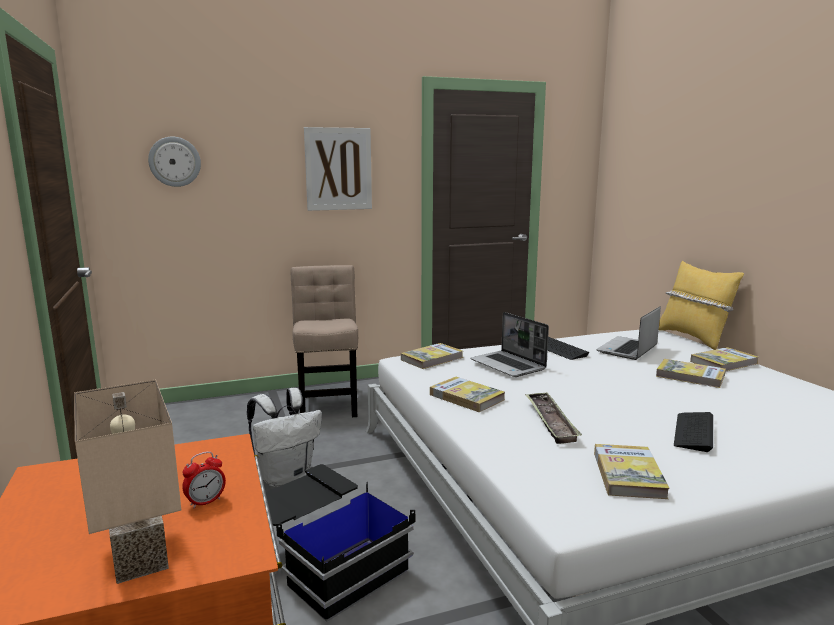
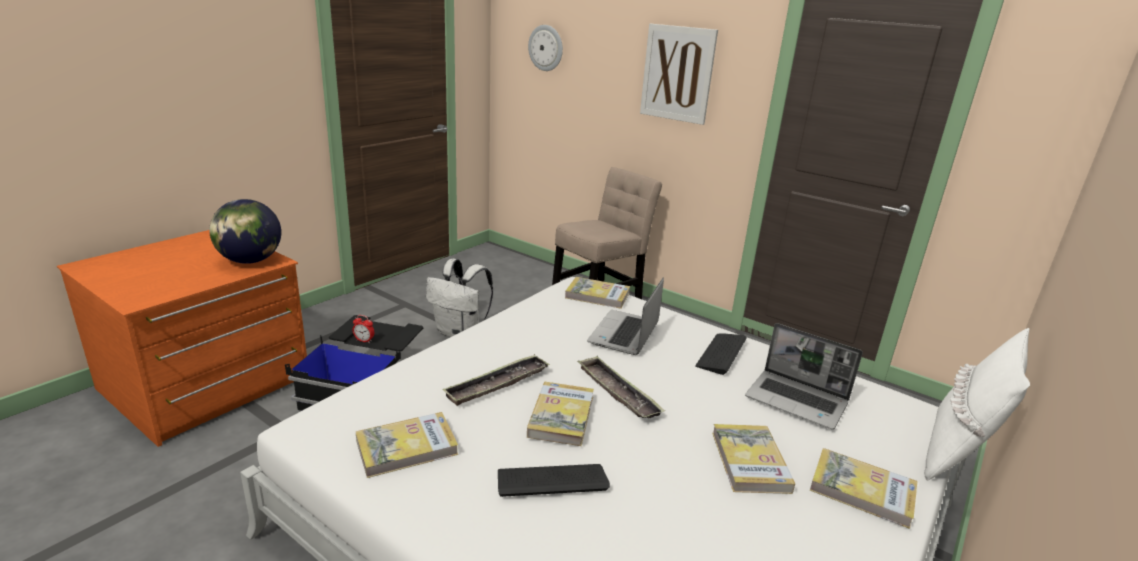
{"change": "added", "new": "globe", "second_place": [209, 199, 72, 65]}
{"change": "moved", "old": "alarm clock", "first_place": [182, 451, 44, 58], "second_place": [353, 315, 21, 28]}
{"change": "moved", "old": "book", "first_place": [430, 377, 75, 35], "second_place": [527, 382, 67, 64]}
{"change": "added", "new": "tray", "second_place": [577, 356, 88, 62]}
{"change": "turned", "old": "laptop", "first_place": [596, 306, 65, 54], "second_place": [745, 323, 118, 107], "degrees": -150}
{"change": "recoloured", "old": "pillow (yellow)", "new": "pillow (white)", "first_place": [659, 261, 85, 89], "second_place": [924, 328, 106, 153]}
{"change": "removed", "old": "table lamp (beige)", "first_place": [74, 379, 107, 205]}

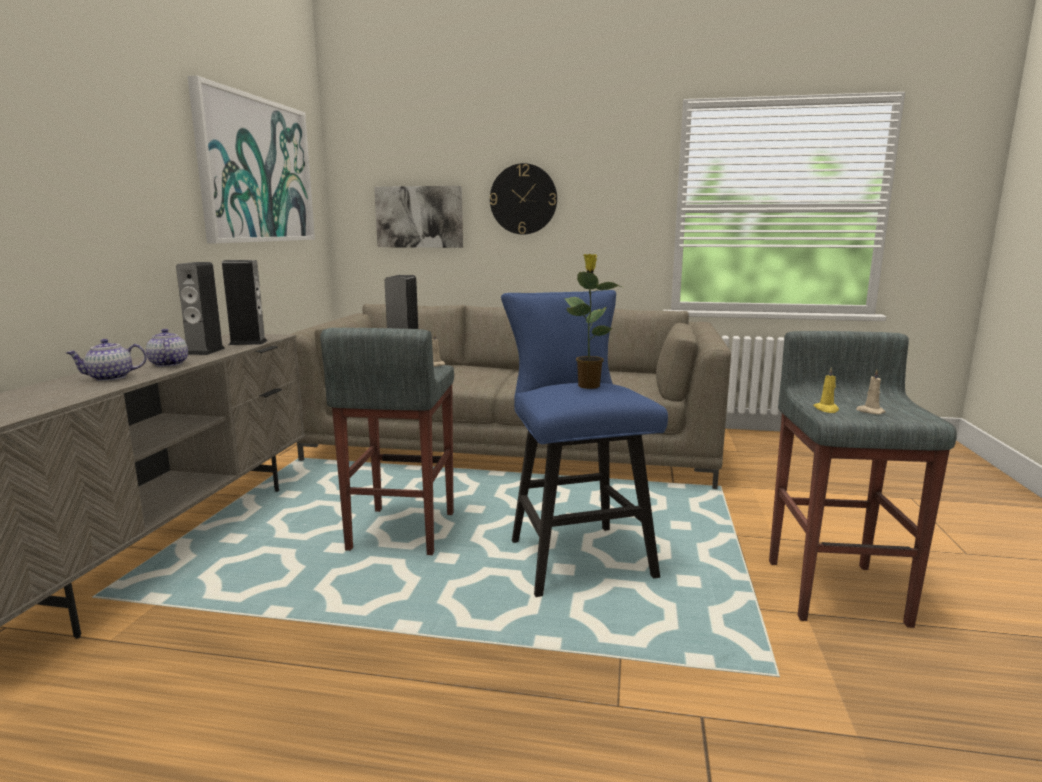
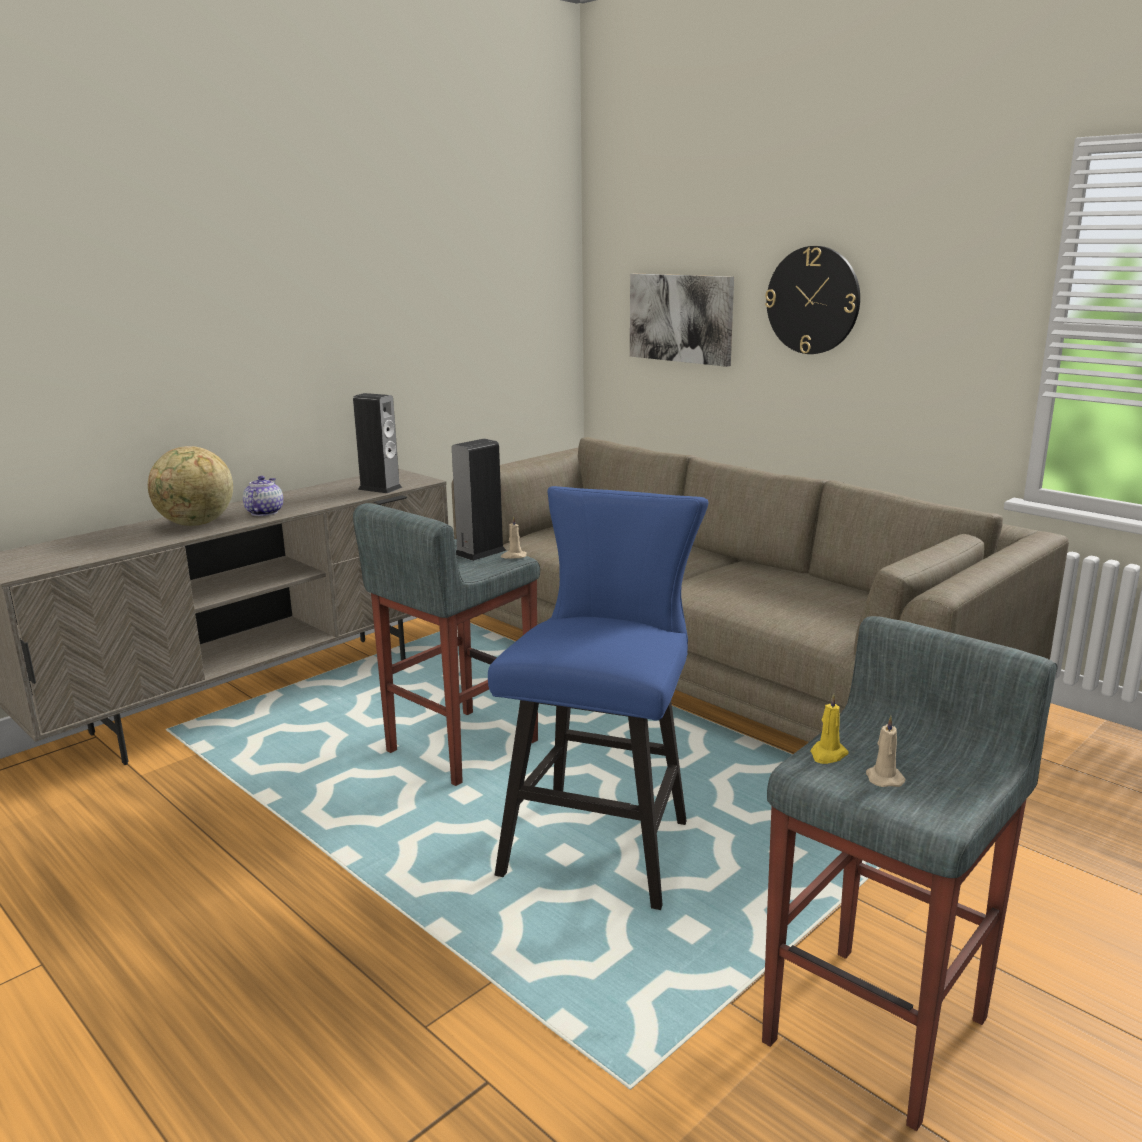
{"change": "replaced", "old": "teapot", "new": "globe", "first_place": [66, 339, 81, 42], "second_place": [148, 446, 85, 80]}
{"change": "removed", "old": "speaker", "first_place": [176, 262, 49, 93]}
{"change": "removed", "old": "picture", "first_place": [187, 76, 128, 167]}
{"change": "removed", "old": "potted plant", "first_place": [564, 254, 58, 135]}

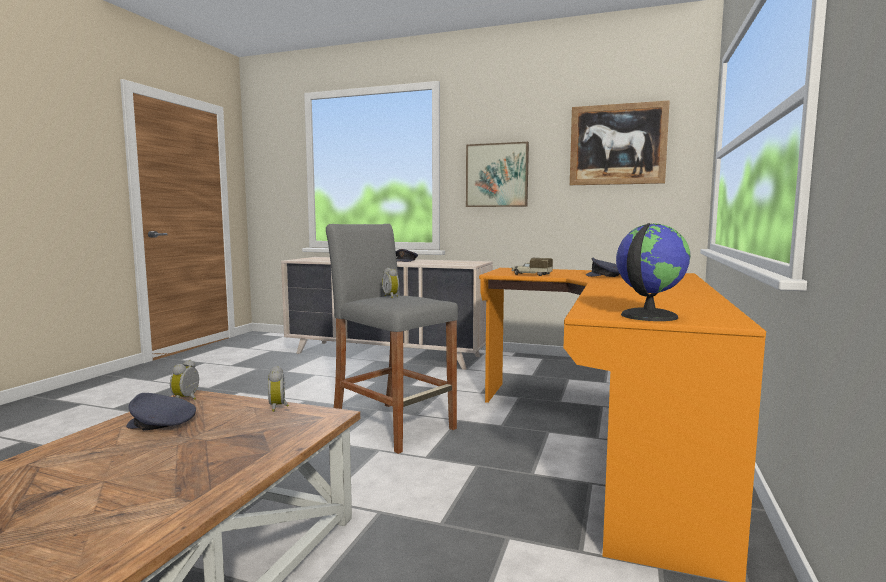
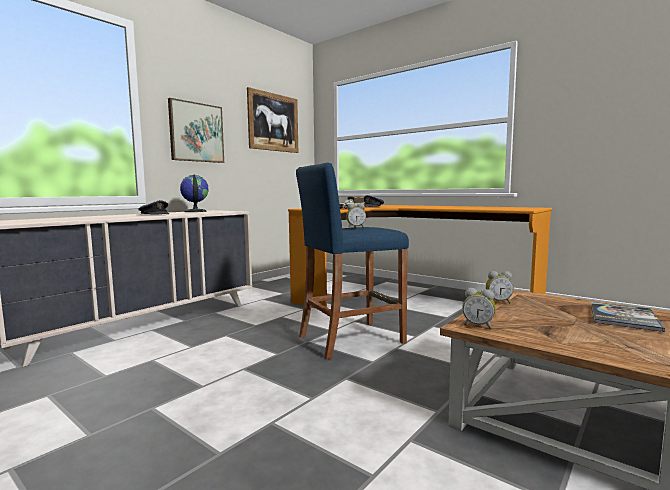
{"change": "moved", "old": "globe", "first_place": [616, 223, 75, 98], "second_place": [180, 175, 28, 37]}
{"change": "recoloured", "old": "stool (grey)", "new": "stool (blue)", "first_place": [326, 224, 132, 230], "second_place": [296, 162, 113, 197]}
{"change": "added", "new": "book", "second_place": [591, 302, 74, 30]}
{"change": "removed", "old": "cap (grey)", "first_place": [126, 393, 70, 37]}

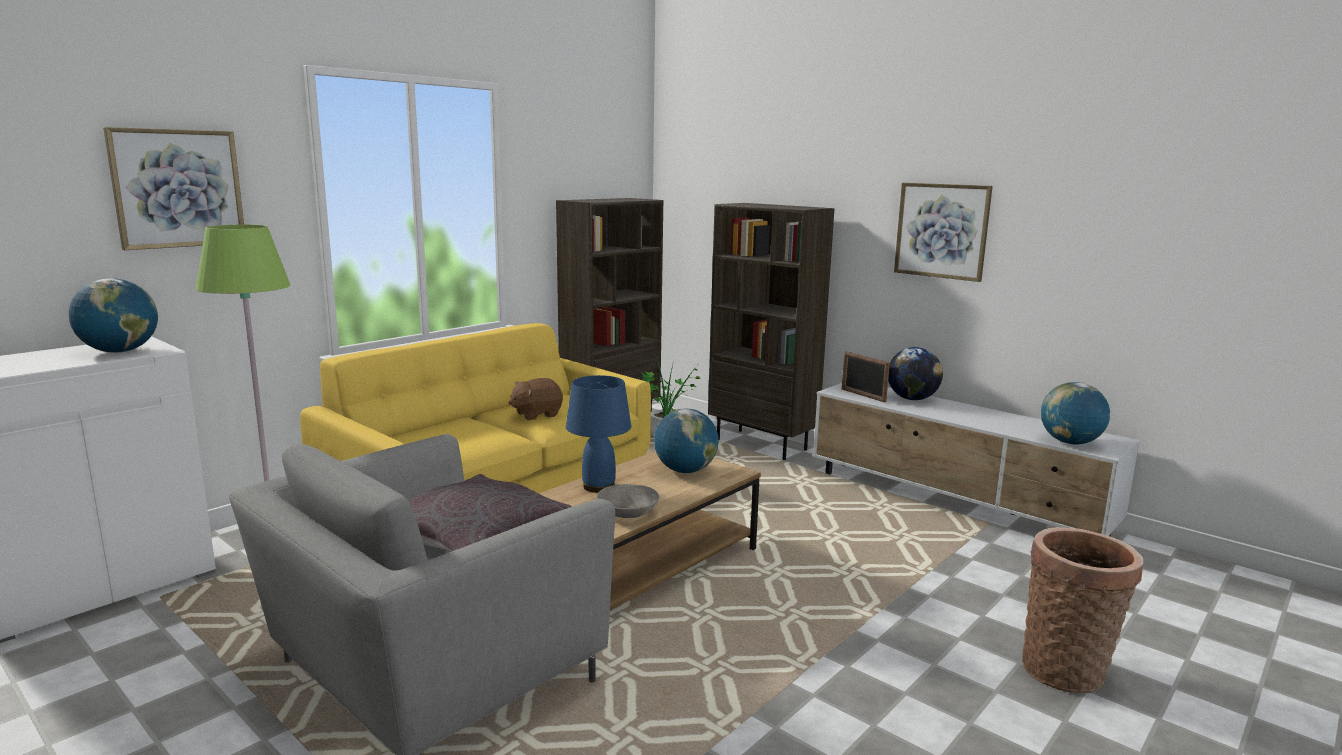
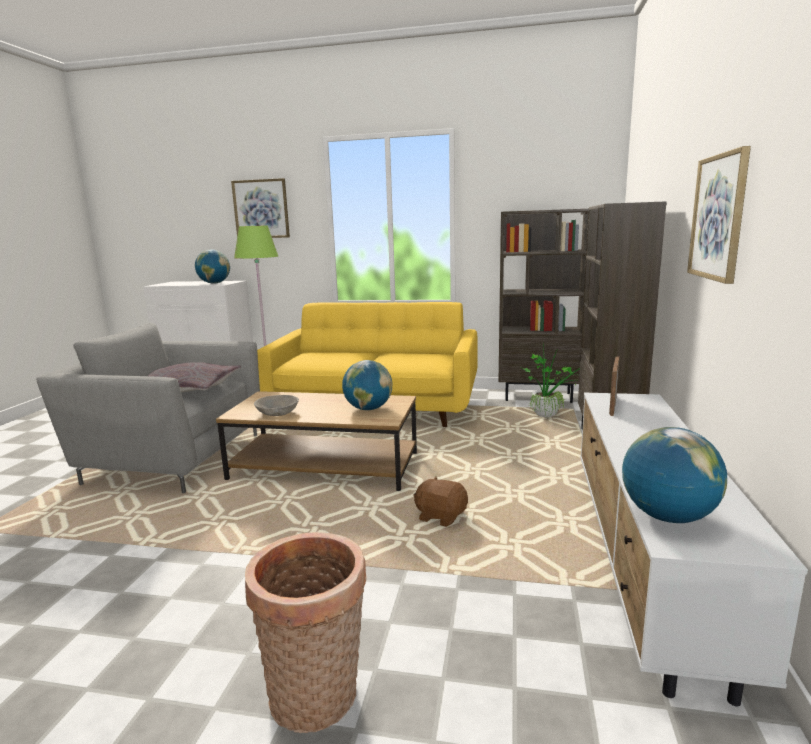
{"change": "moved", "old": "plush toy (brown)", "first_place": [509, 378, 54, 42], "second_place": [414, 476, 54, 51]}
{"change": "removed", "old": "table lamp (blue)", "first_place": [566, 375, 65, 118]}
{"change": "removed", "old": "globe", "first_place": [888, 347, 55, 53]}

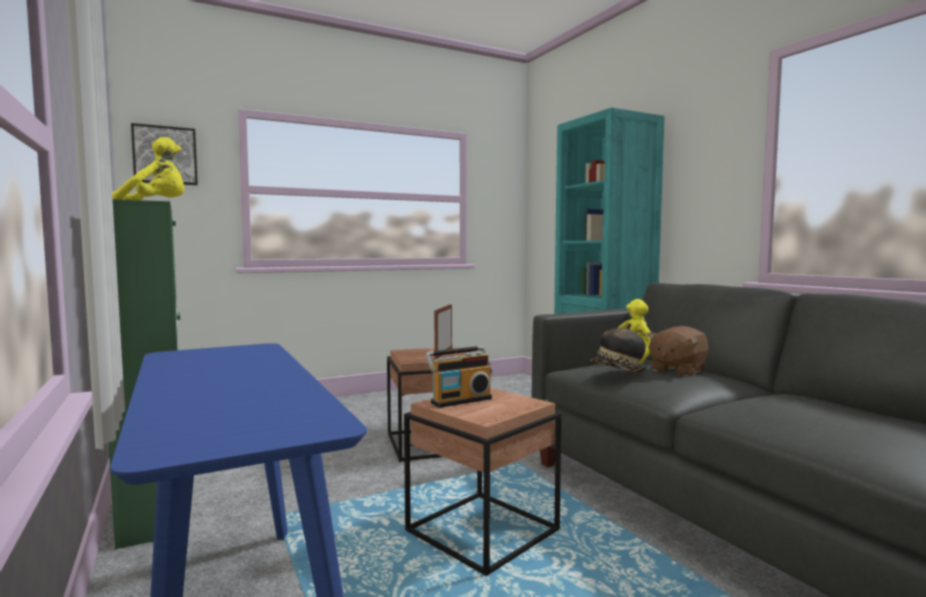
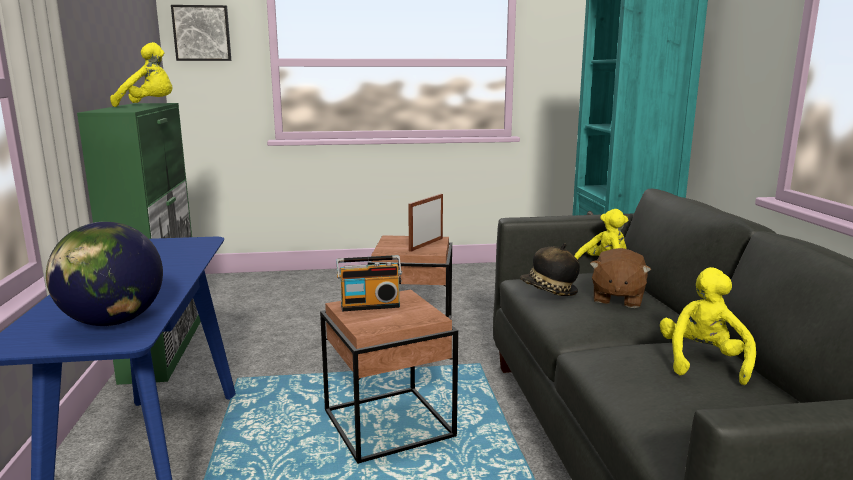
{"change": "added", "new": "globe", "second_place": [46, 222, 117, 104]}
{"change": "turned", "old": "plush toy (brown)", "first_place": [647, 326, 62, 50], "second_place": [590, 248, 61, 60], "degrees": -45}
{"change": "added", "new": "plush toy (yellow)", "second_place": [660, 267, 96, 118]}

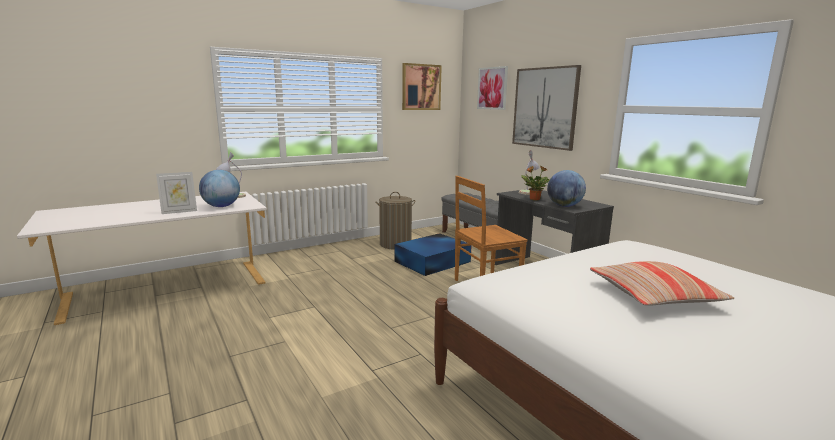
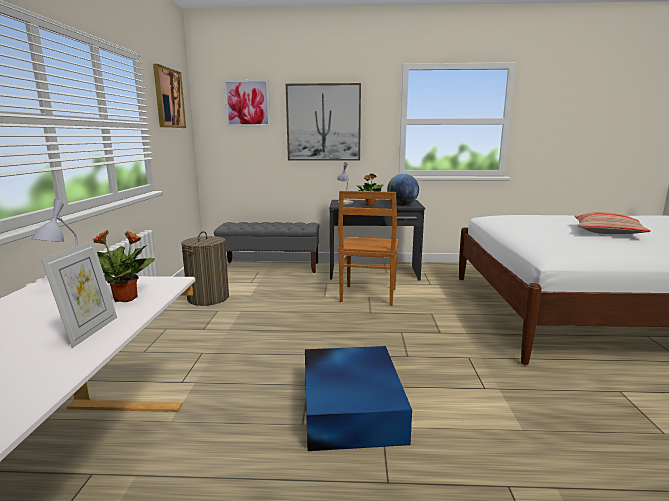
{"change": "replaced", "old": "globe", "new": "potted plant", "first_place": [199, 170, 41, 37], "second_place": [92, 230, 63, 72]}
{"change": "moved", "old": "storage box (blue)", "first_place": [395, 233, 77, 43], "second_place": [305, 346, 107, 105]}

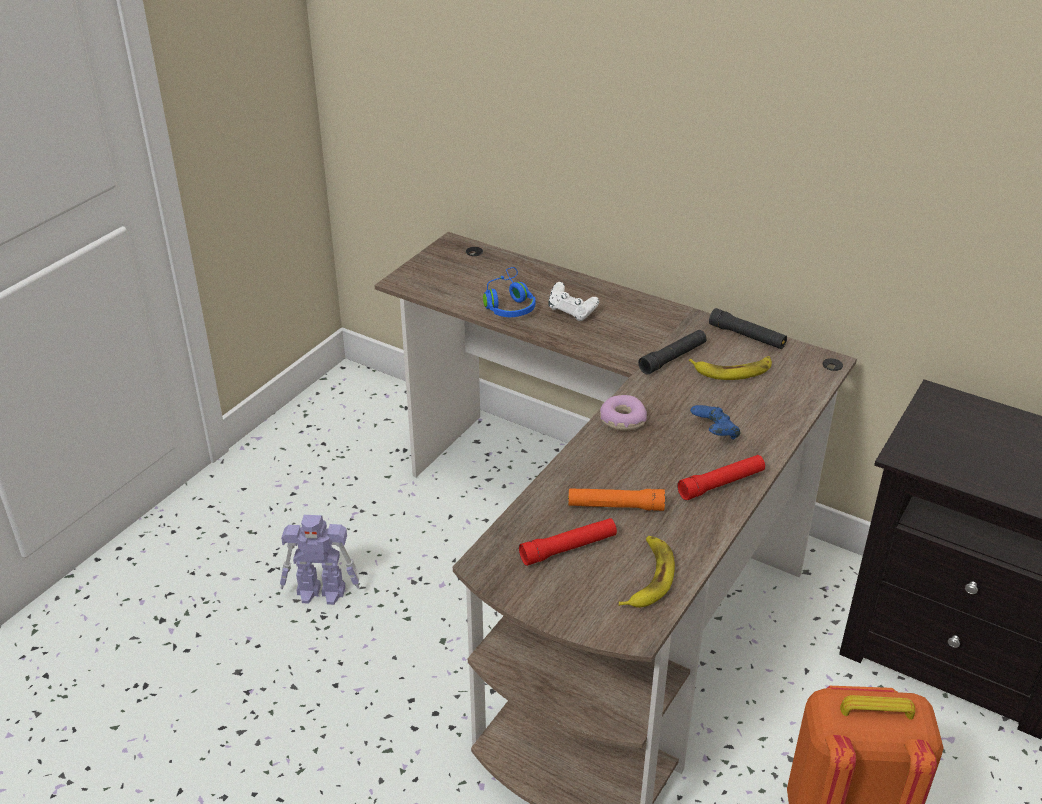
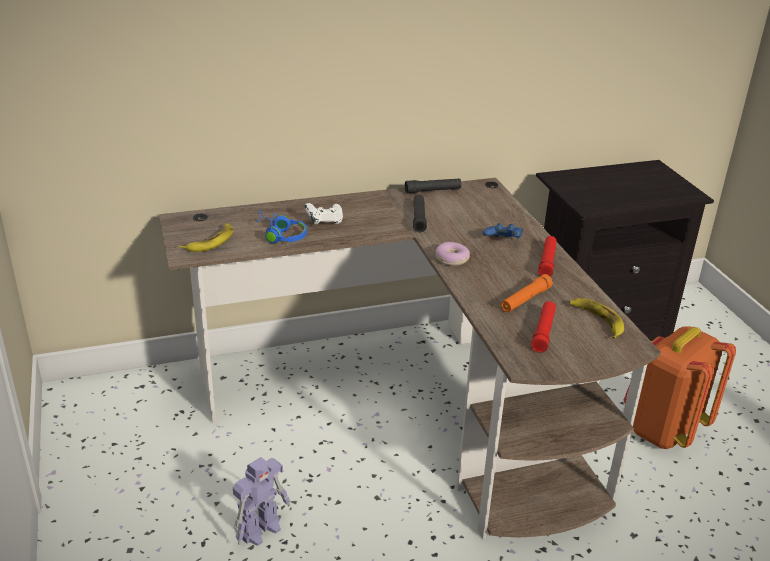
{"change": "moved", "old": "banana", "first_place": [689, 356, 83, 24], "second_place": [179, 223, 55, 29]}

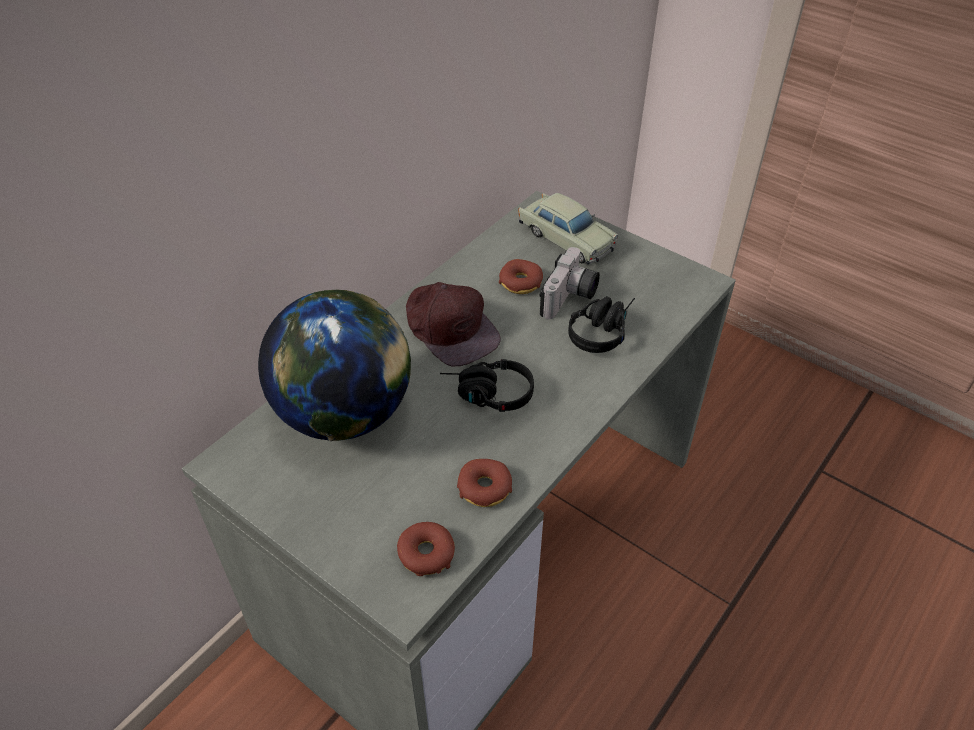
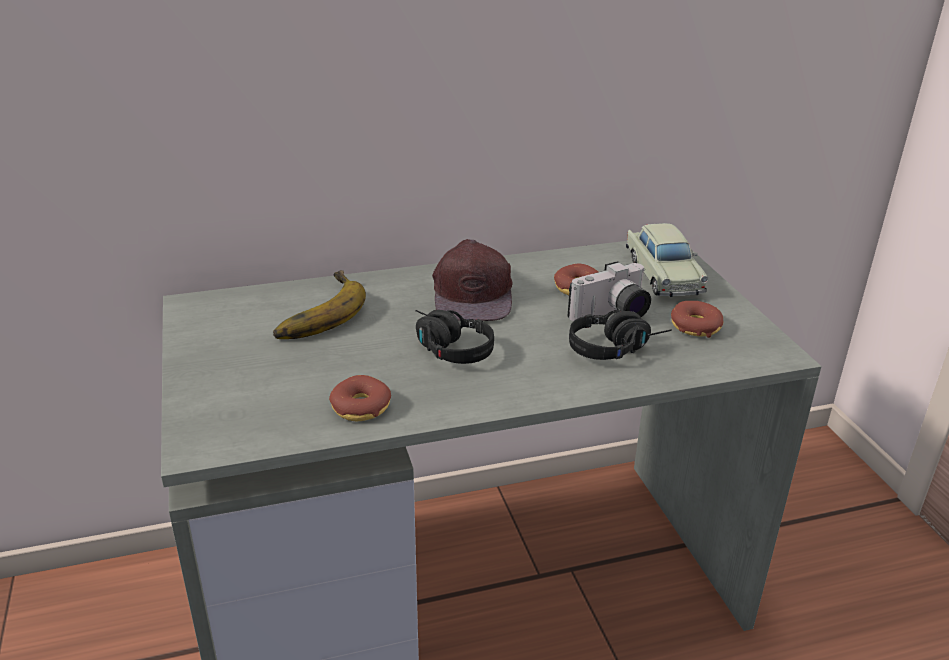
{"change": "replaced", "old": "globe", "new": "banana", "first_place": [258, 290, 153, 151], "second_place": [273, 270, 93, 69]}
{"change": "moved", "old": "donut", "first_place": [397, 522, 58, 54], "second_place": [671, 301, 52, 37]}

